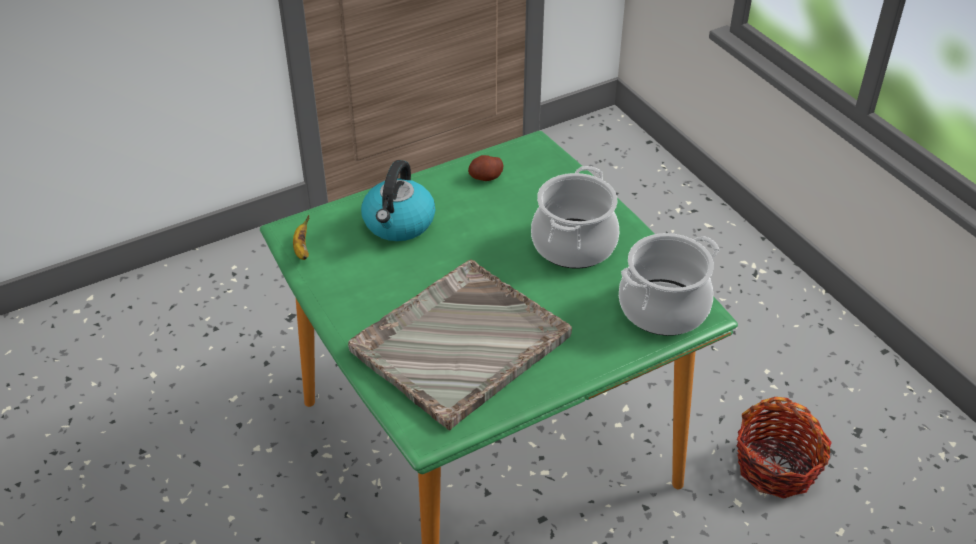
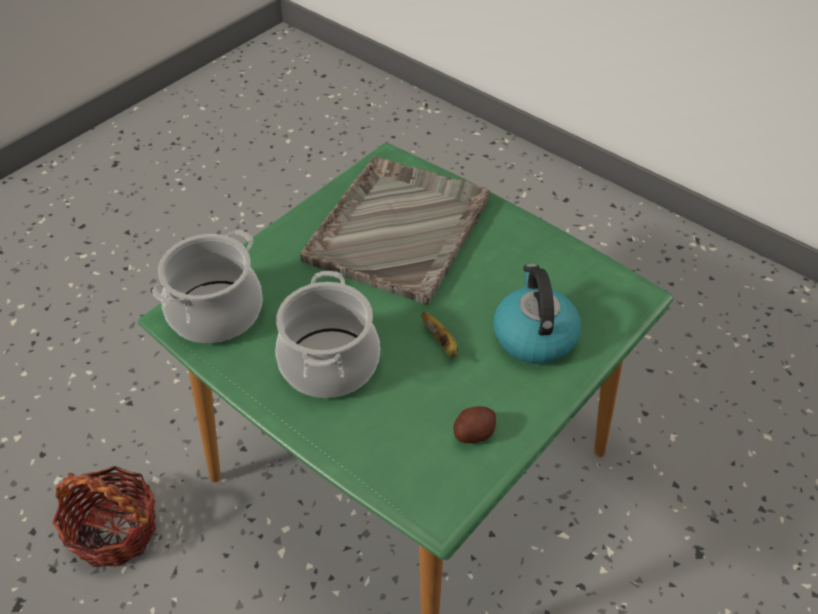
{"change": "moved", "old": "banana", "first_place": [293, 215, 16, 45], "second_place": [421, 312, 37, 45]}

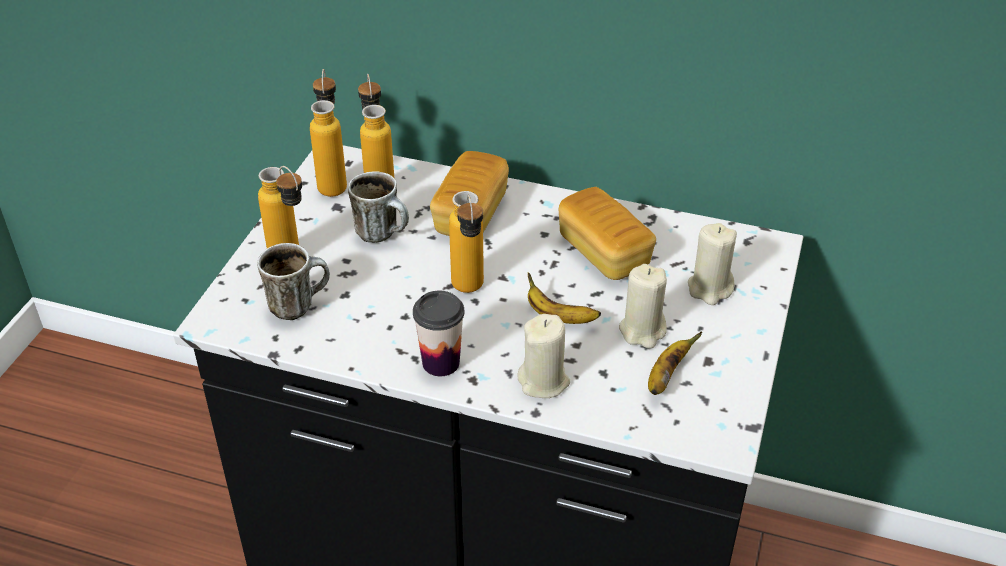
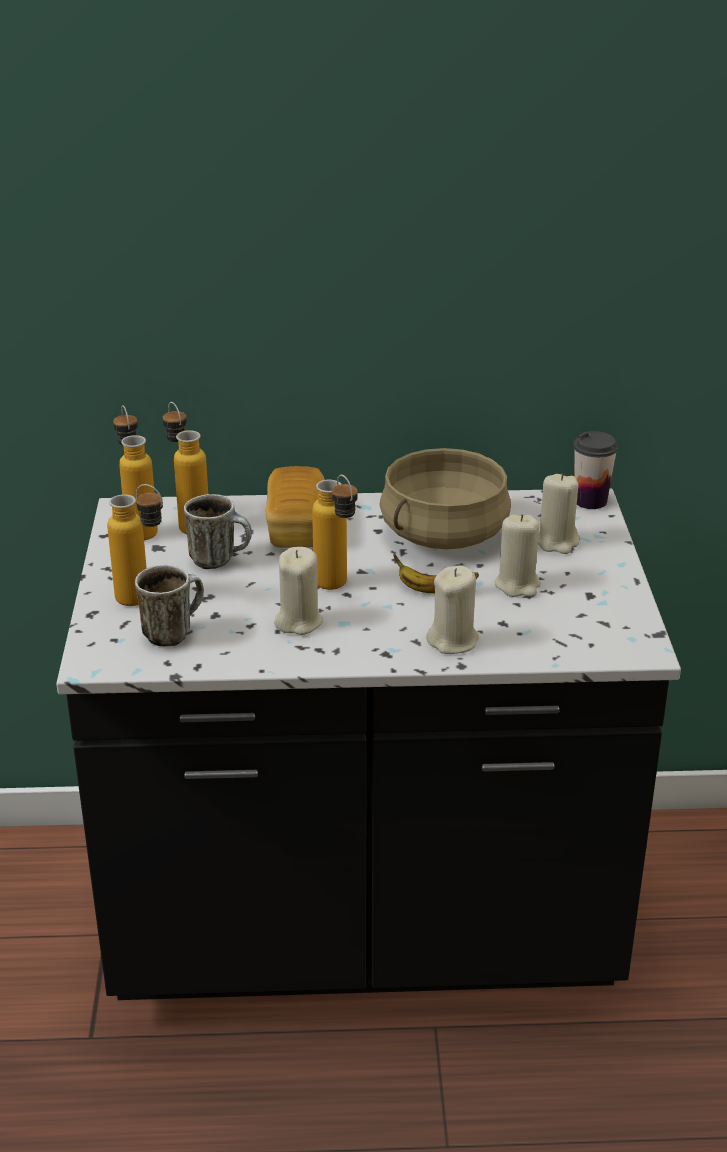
{"change": "added", "new": "candle (beige)", "second_place": [274, 547, 49, 88]}
{"change": "replaced", "old": "bread", "new": "cooking pot (beige)", "first_place": [559, 187, 97, 93], "second_place": [379, 448, 132, 101]}
{"change": "moved", "old": "cup", "first_place": [413, 291, 52, 85], "second_place": [573, 431, 45, 78]}
{"change": "removed", "old": "banana", "first_place": [648, 332, 54, 63]}

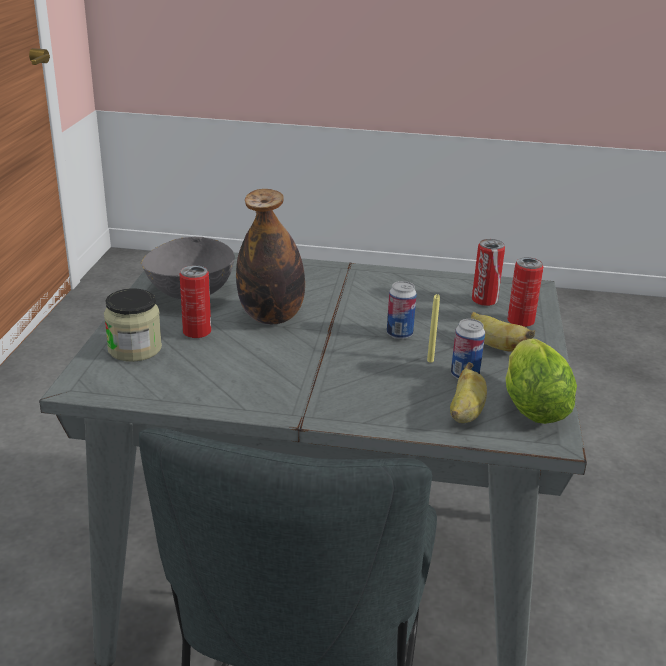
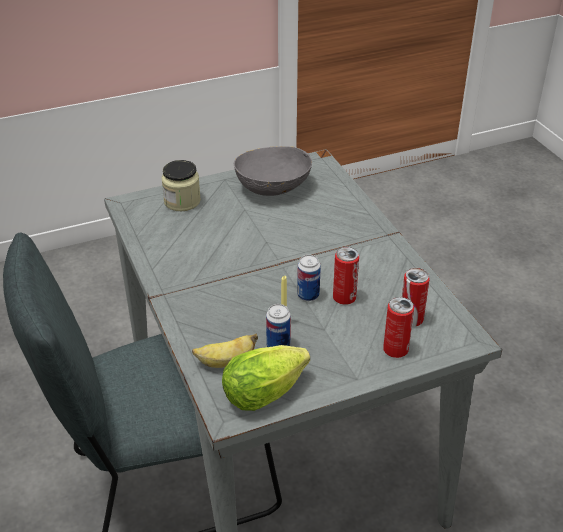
{"change": "moved", "old": "can", "first_place": [179, 265, 32, 73], "second_place": [333, 247, 26, 58]}
{"change": "removed", "old": "bottle", "first_place": [236, 189, 69, 135]}
{"change": "removed", "old": "banana", "first_place": [471, 312, 64, 40]}

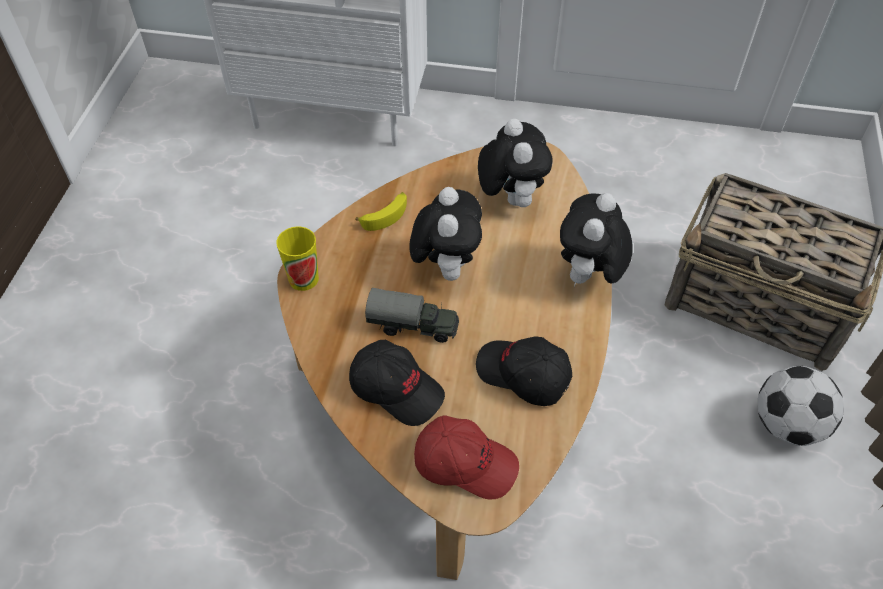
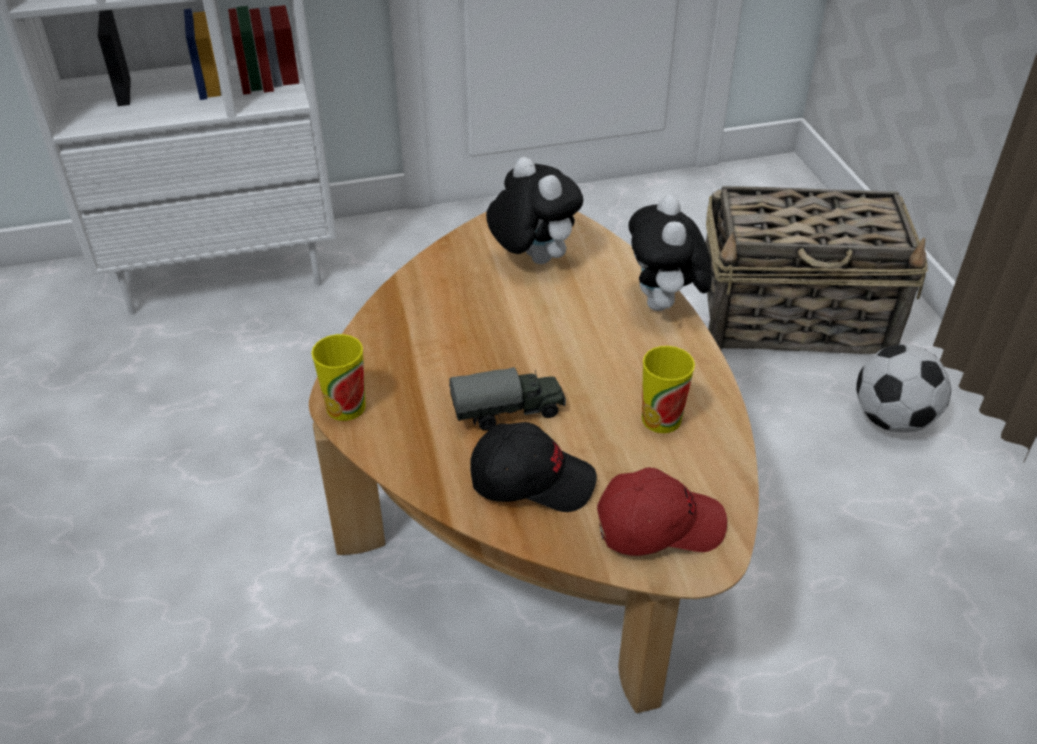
{"change": "replaced", "old": "cap (black)", "new": "cup", "first_place": [476, 336, 96, 70], "second_place": [642, 346, 53, 87]}
{"change": "removed", "old": "banana", "first_place": [355, 192, 52, 39]}
{"change": "removed", "old": "plush toy", "first_place": [410, 187, 72, 94]}

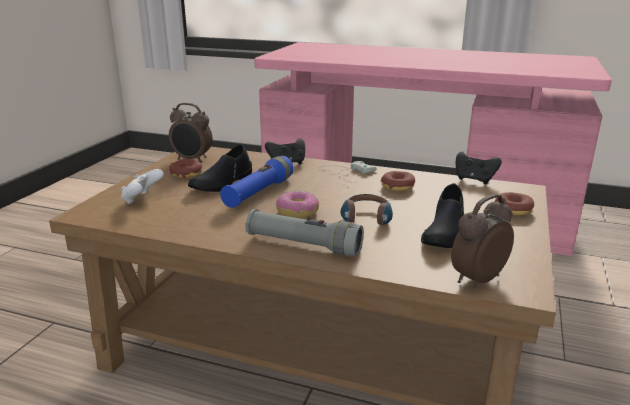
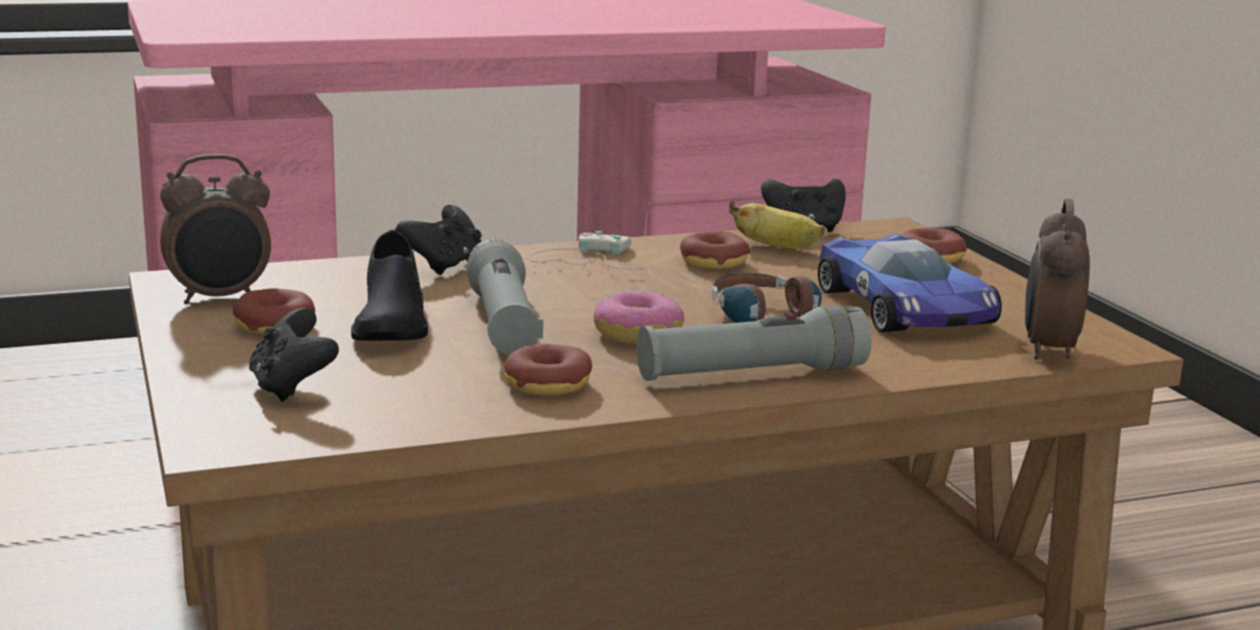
{"change": "recoloured", "old": "game controller (white)", "new": "game controller (black)", "first_place": [121, 169, 43, 35], "second_place": [249, 308, 90, 94]}
{"change": "recoloured", "old": "flashlight (blue)", "new": "flashlight (grey)", "first_place": [220, 156, 74, 52], "second_place": [467, 238, 76, 116]}
{"change": "added", "new": "donut", "second_place": [504, 344, 88, 51]}
{"change": "added", "new": "banana", "second_place": [729, 201, 96, 48]}
{"change": "replaced", "old": "shoe (black)", "new": "toy car", "first_place": [421, 183, 43, 65], "second_place": [818, 233, 184, 99]}

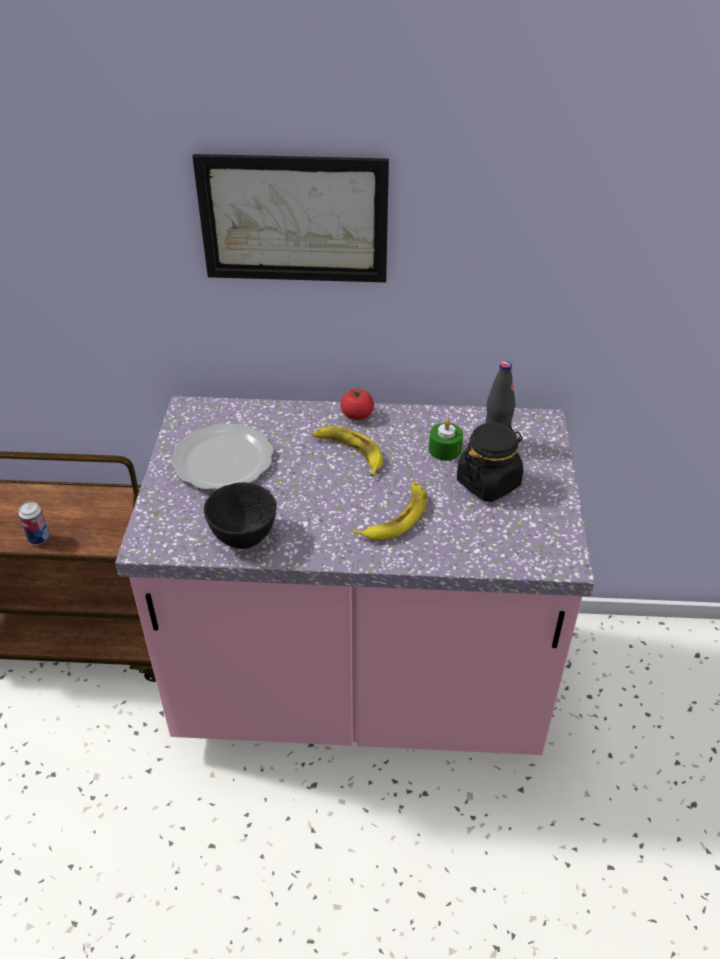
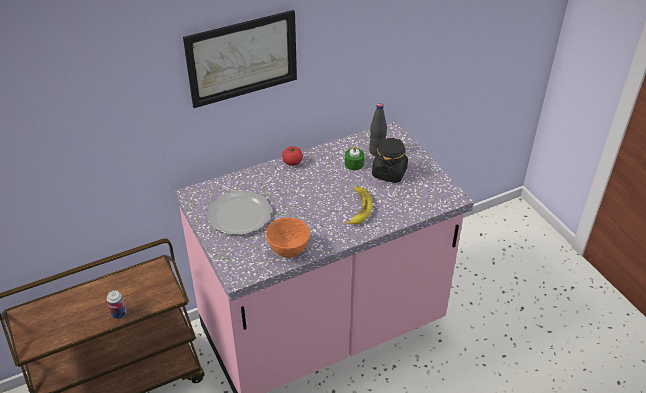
{"change": "recoloured", "old": "bowl (black)", "new": "bowl (orange)", "first_place": [204, 482, 73, 67], "second_place": [266, 217, 44, 40]}
{"change": "removed", "old": "banana", "first_place": [312, 426, 71, 50]}

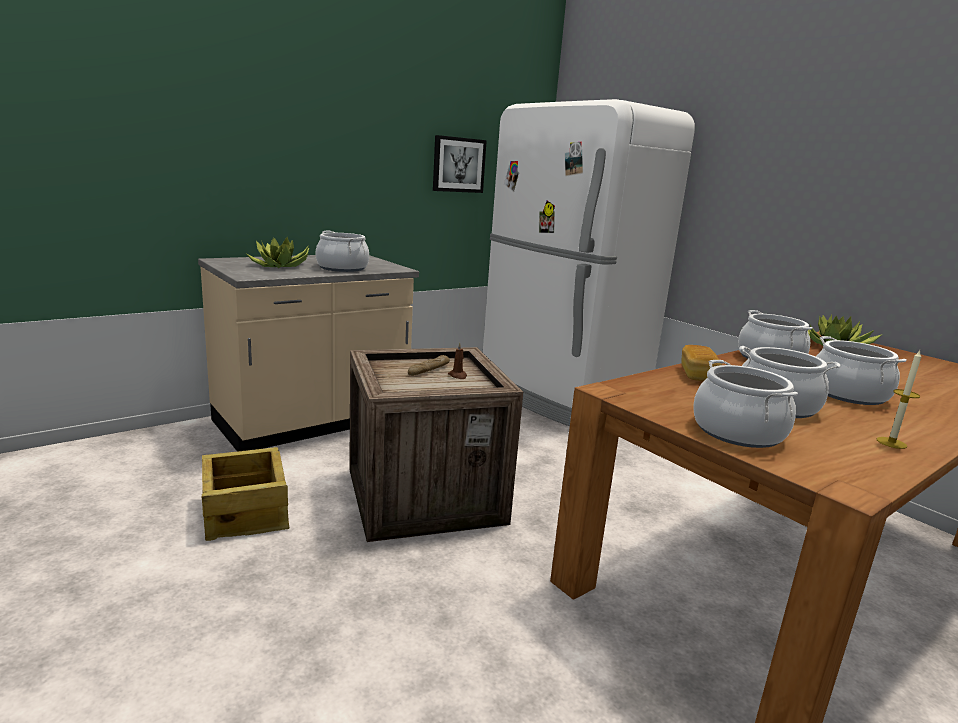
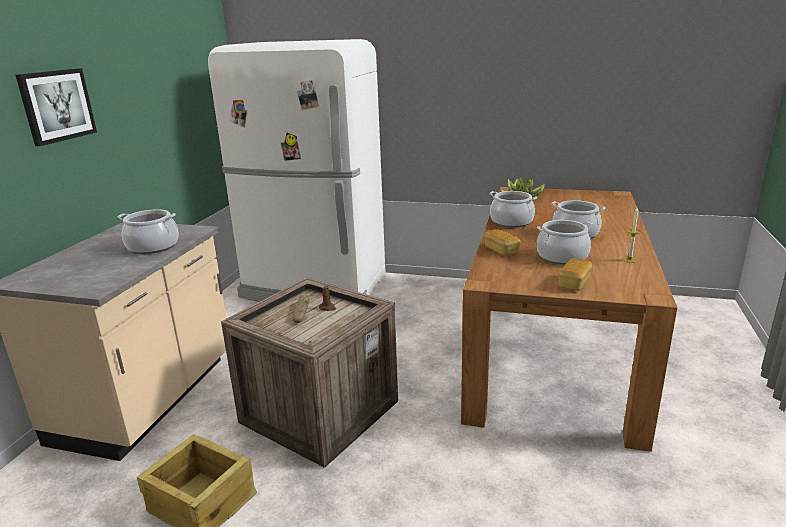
{"change": "moved", "old": "picture", "first_place": [433, 135, 54, 58], "second_place": [16, 68, 81, 78]}
{"change": "replaced", "old": "cooking pot", "new": "bread", "first_place": [693, 360, 105, 88], "second_place": [558, 258, 34, 33]}
{"change": "removed", "old": "potted plant", "first_place": [247, 237, 62, 31]}

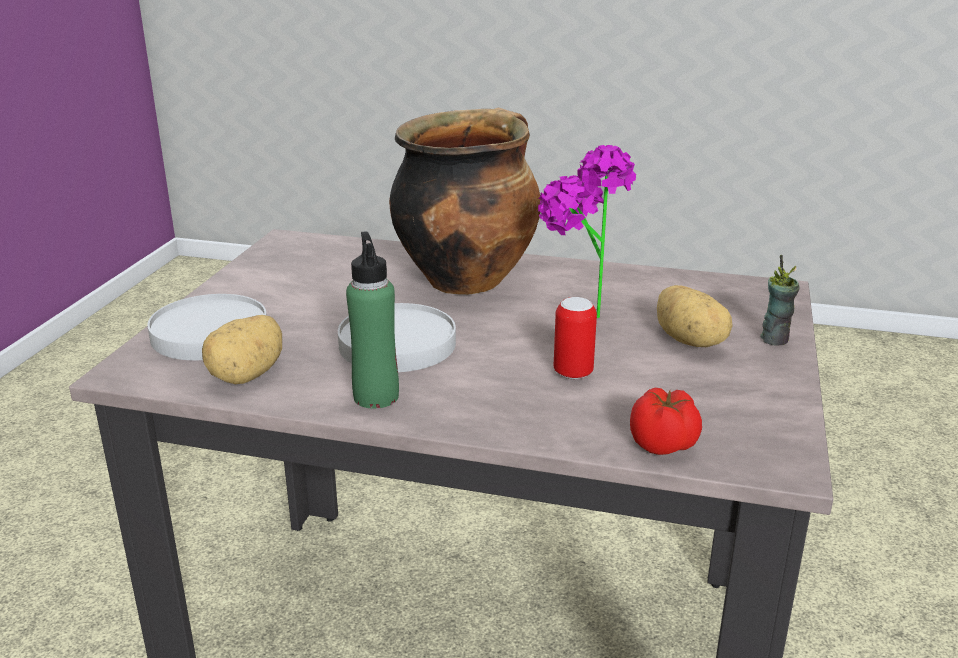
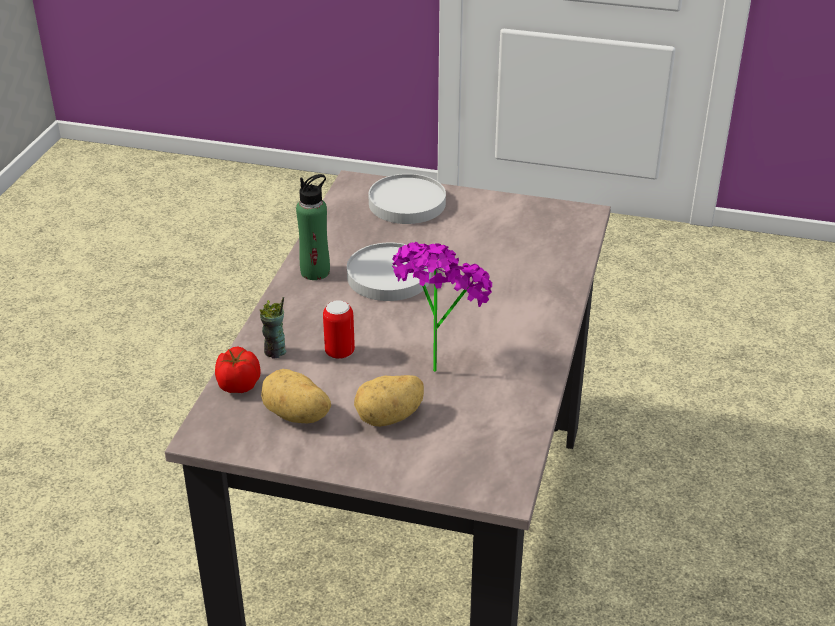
{"change": "moved", "old": "cup", "first_place": [760, 255, 40, 91], "second_place": [259, 297, 27, 61]}
{"change": "moved", "old": "potato", "first_place": [202, 315, 80, 69], "second_place": [261, 369, 70, 54]}
{"change": "removed", "old": "cooking pot", "first_place": [389, 108, 152, 187]}

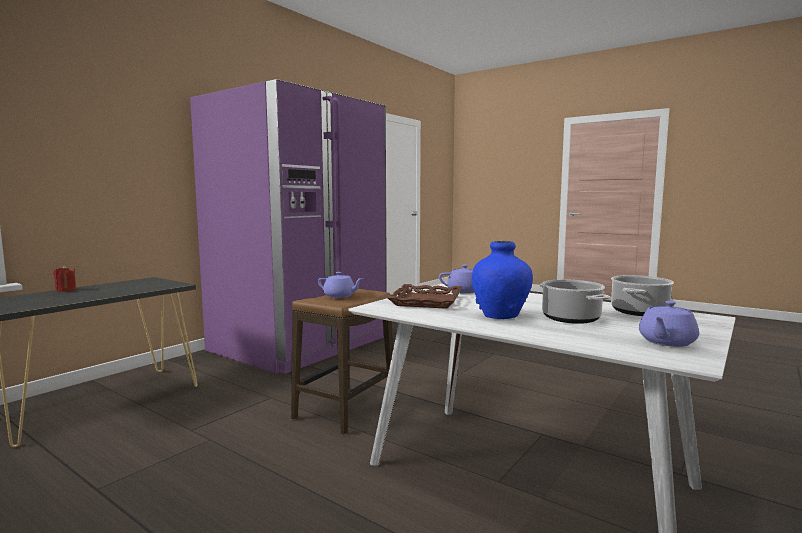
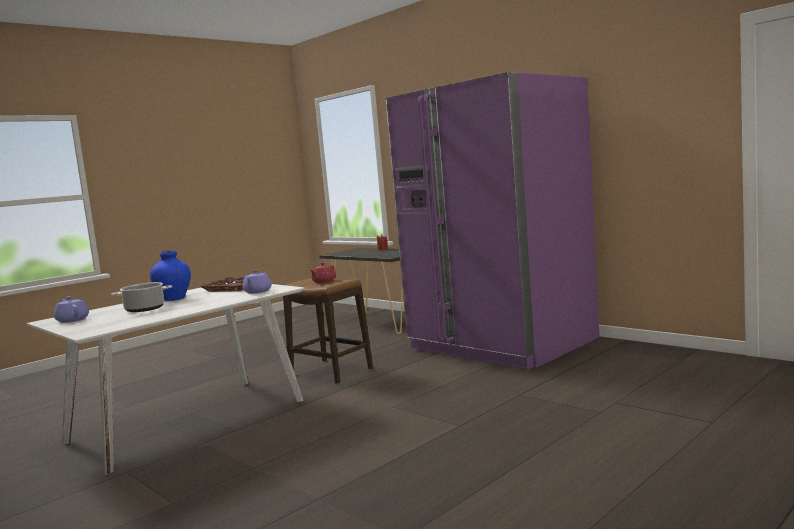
{"change": "recoloured", "old": "teapot (purple)", "new": "teapot (red)", "first_place": [318, 272, 46, 26], "second_place": [310, 262, 26, 21]}
{"change": "removed", "old": "cooking pot", "first_place": [611, 275, 63, 41]}

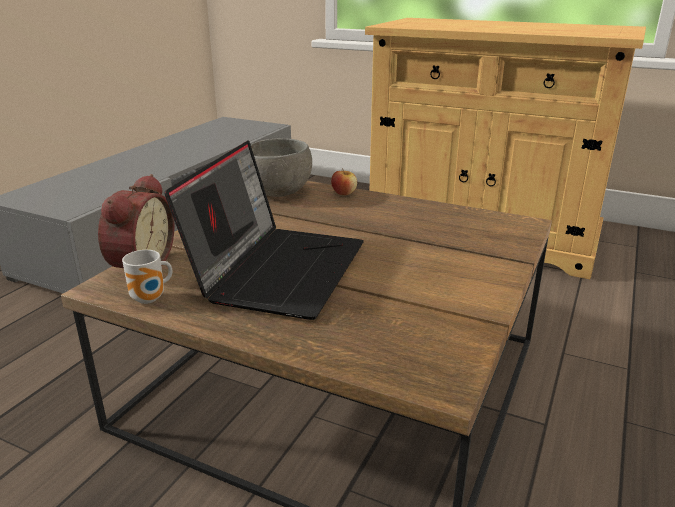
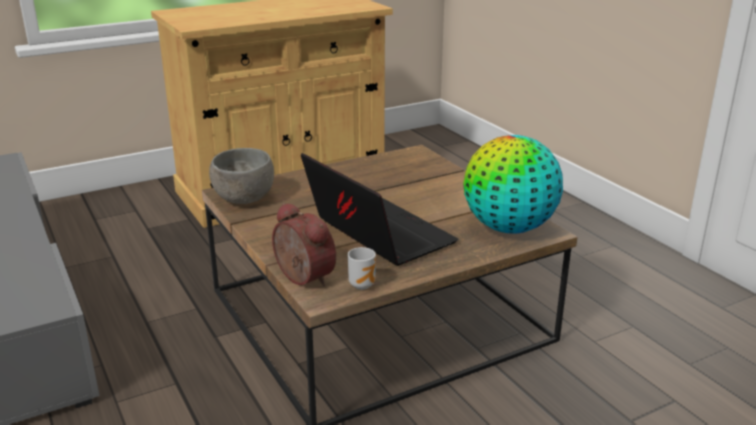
{"change": "added", "new": "globe", "second_place": [463, 135, 100, 99]}
{"change": "removed", "old": "apple", "first_place": [331, 168, 26, 27]}

